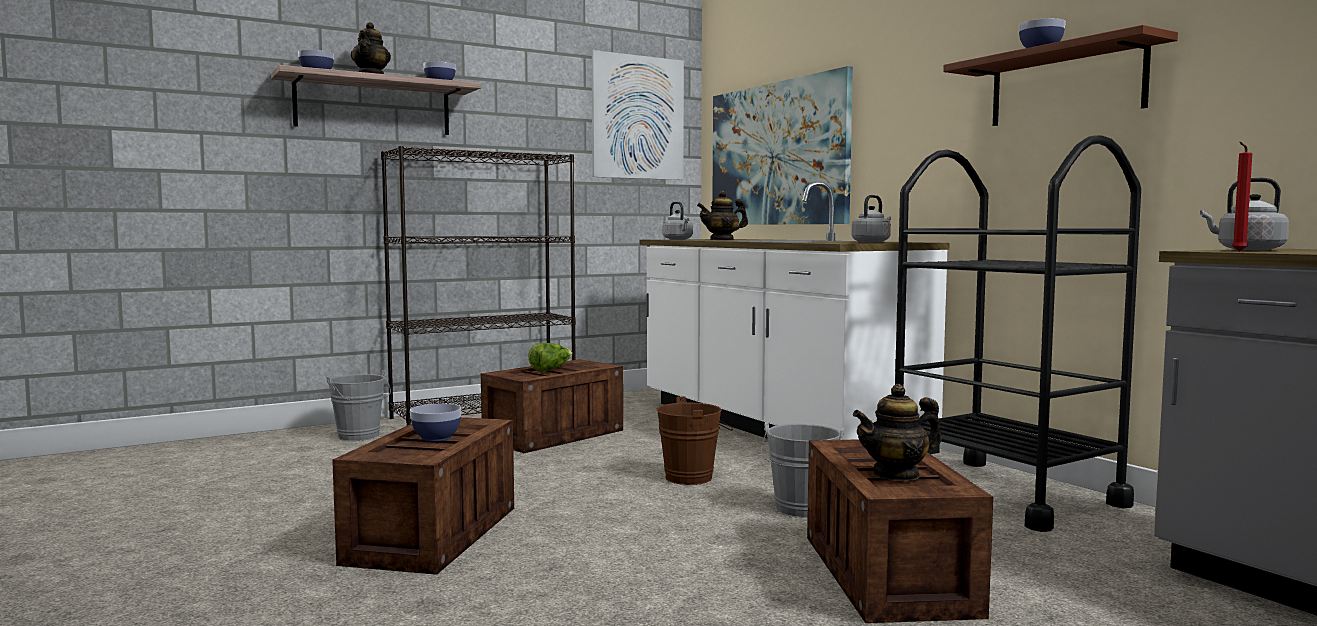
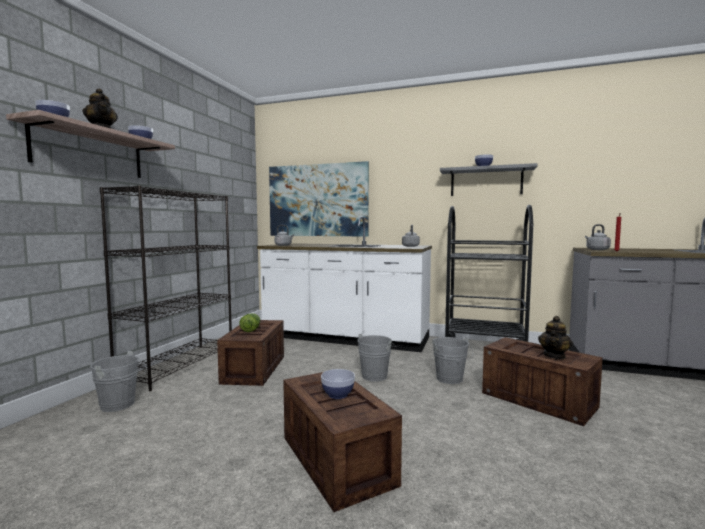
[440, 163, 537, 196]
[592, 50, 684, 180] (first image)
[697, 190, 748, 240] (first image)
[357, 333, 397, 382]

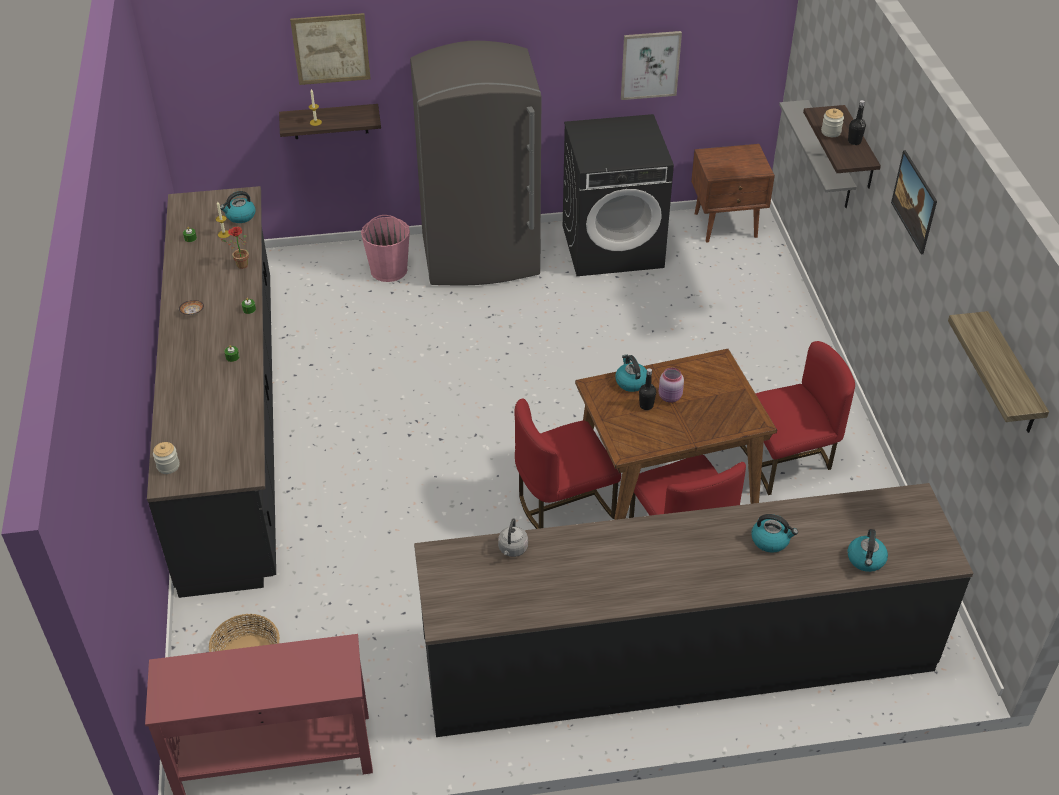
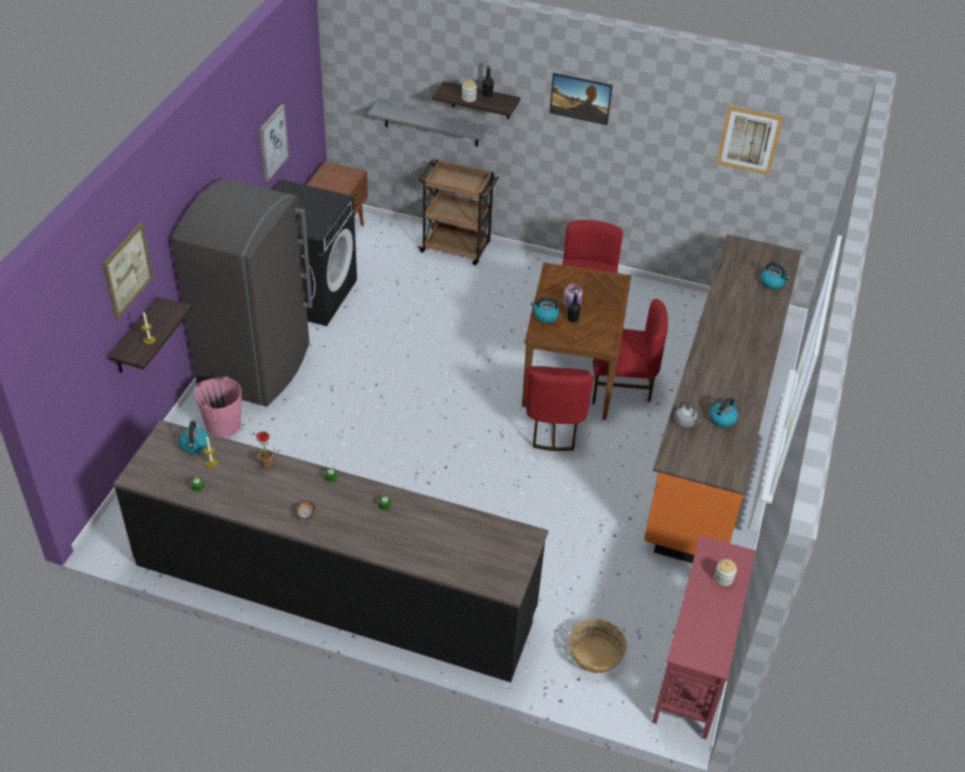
[716, 105, 784, 175]
[714, 559, 737, 586]
[644, 234, 802, 563]
[709, 397, 738, 427]
[418, 159, 499, 265]

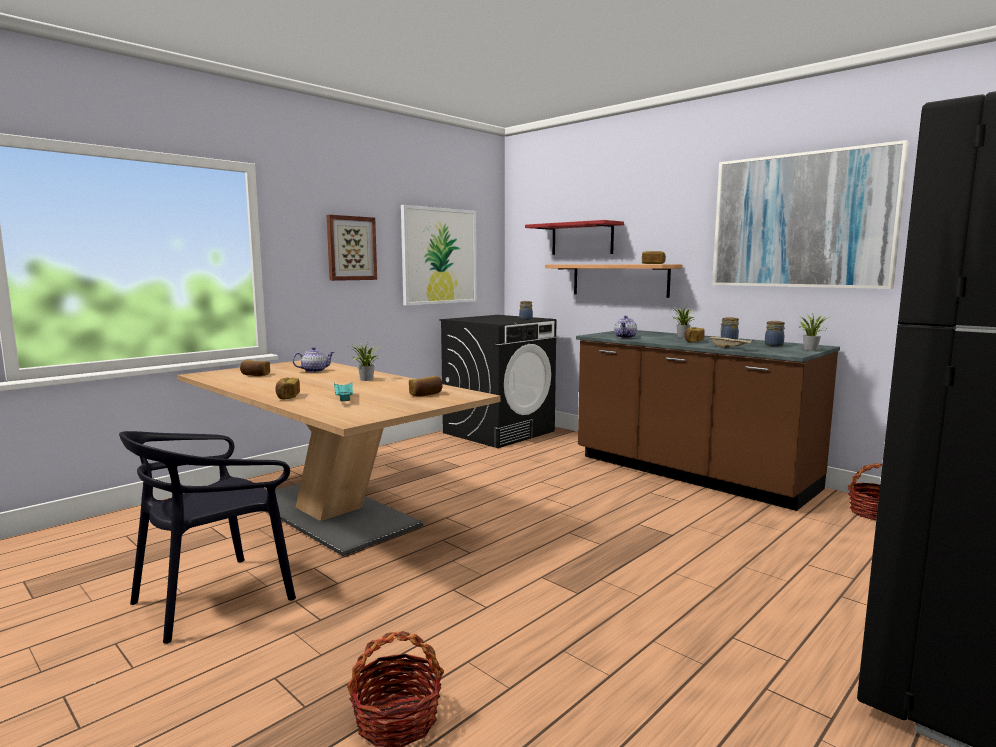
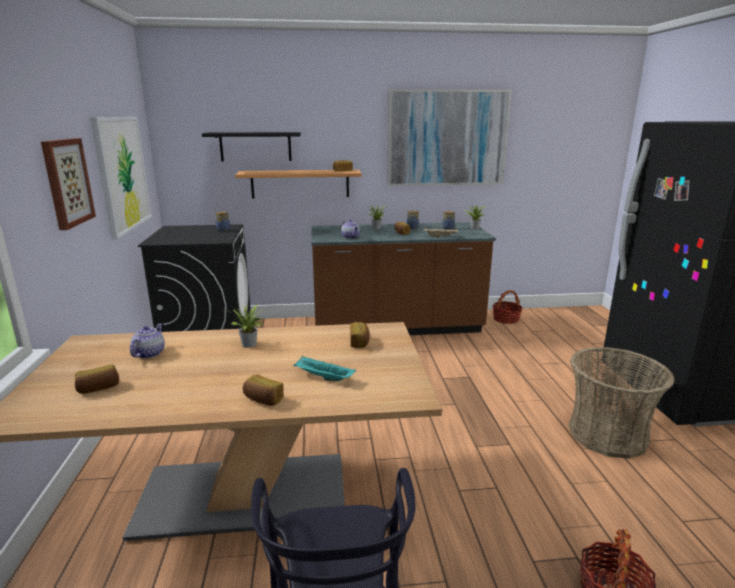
[202, 132, 301, 162]
[569, 347, 675, 459]

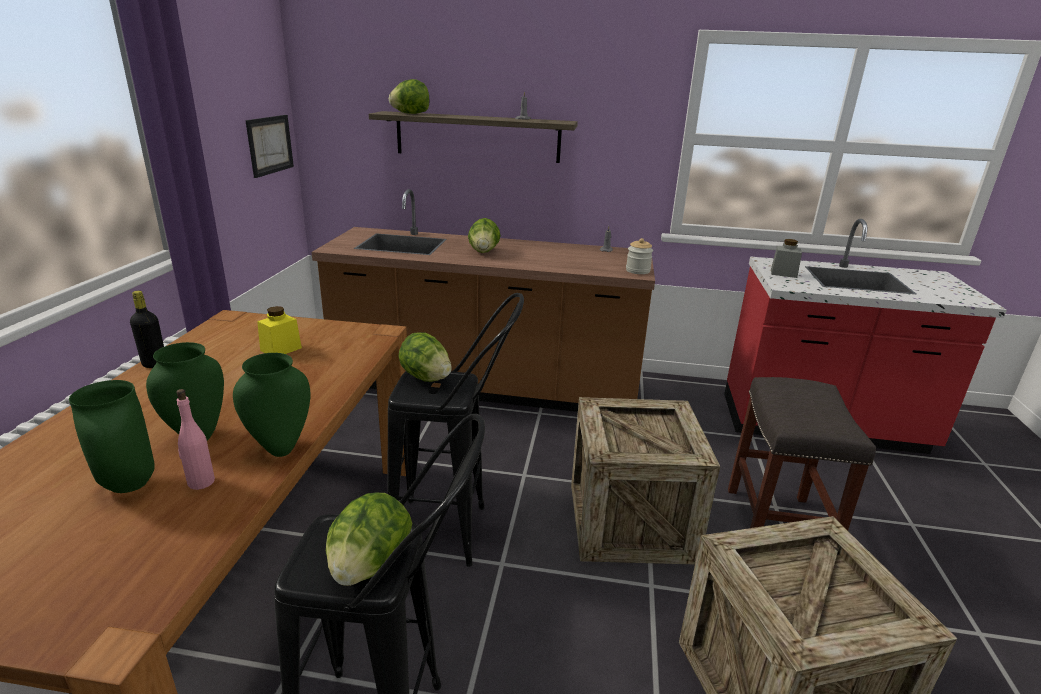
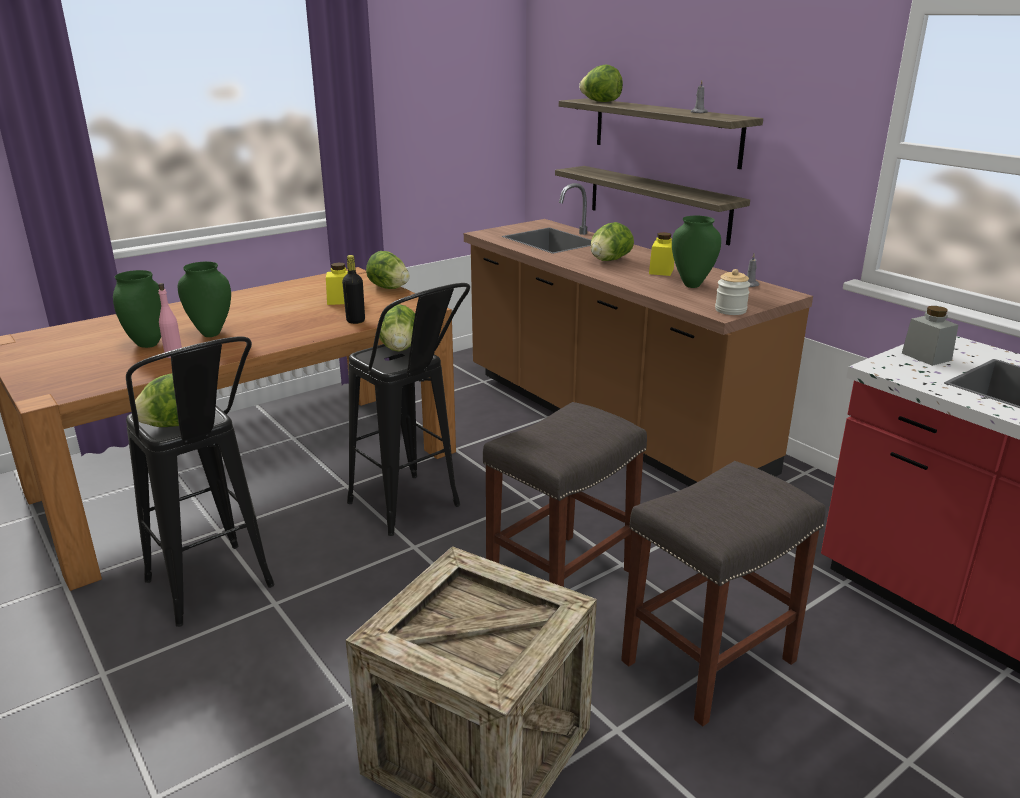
[245, 115, 294, 178] (first image)
[342, 255, 365, 324]
[672, 216, 721, 288]
[483, 402, 647, 587]
[555, 166, 750, 245]
[649, 232, 674, 276]
[366, 251, 410, 289]

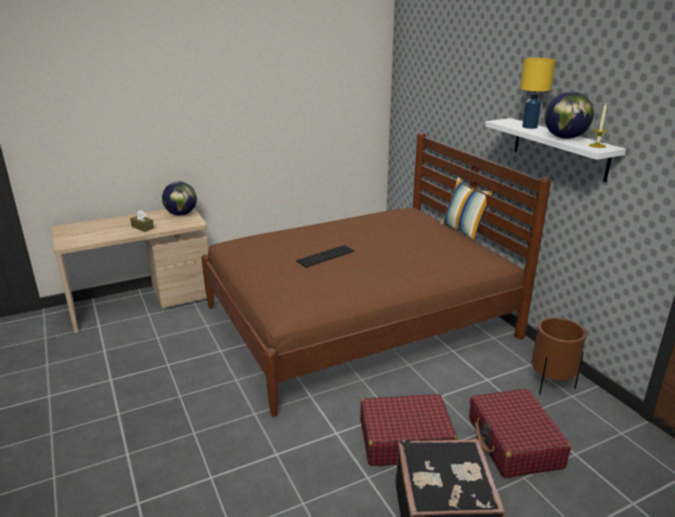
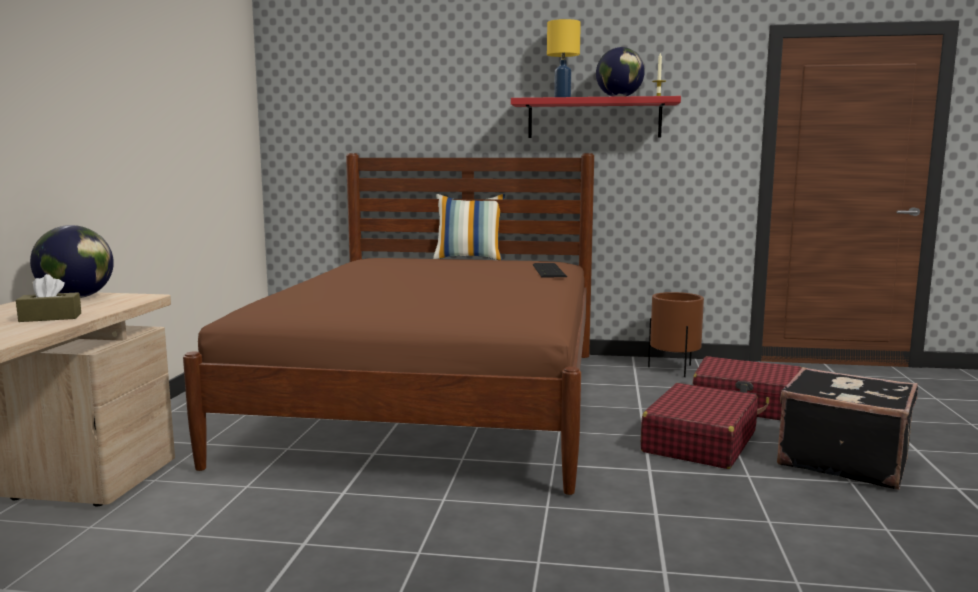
[511, 96, 681, 138]
[533, 263, 567, 277]

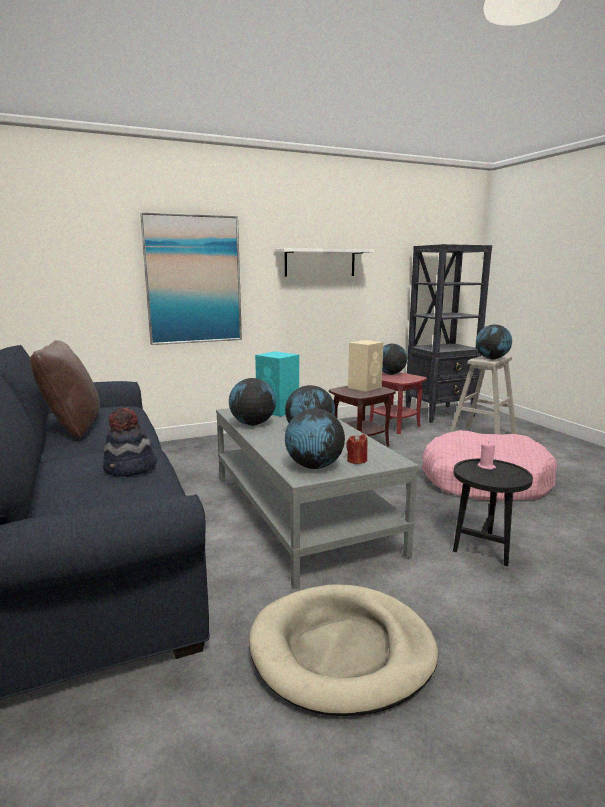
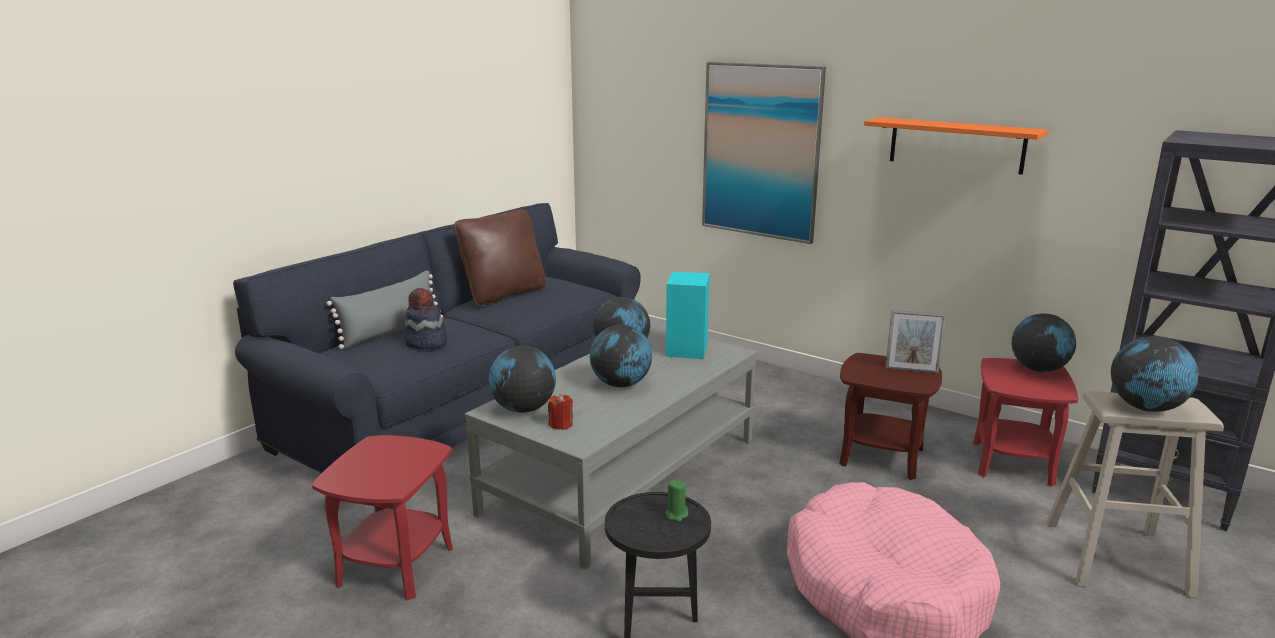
[864, 117, 1048, 175]
[885, 310, 946, 373]
[665, 480, 688, 522]
[312, 435, 453, 600]
[327, 270, 443, 349]

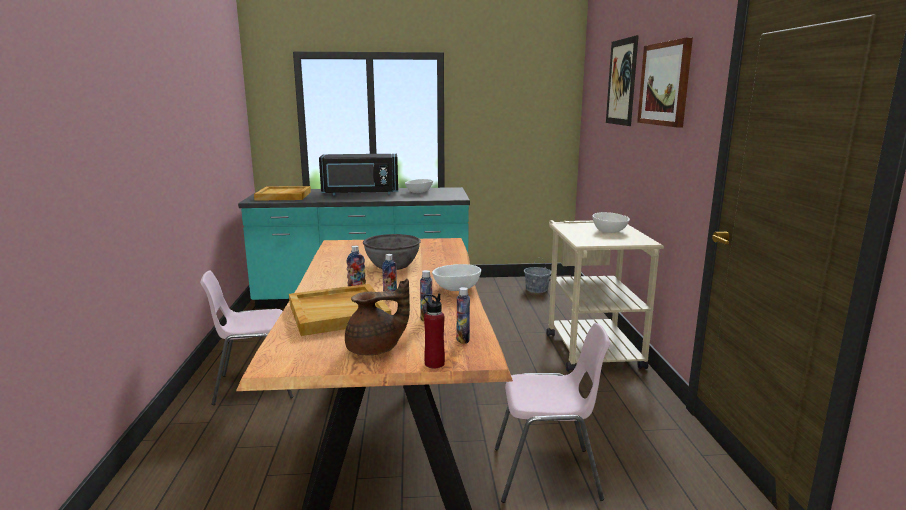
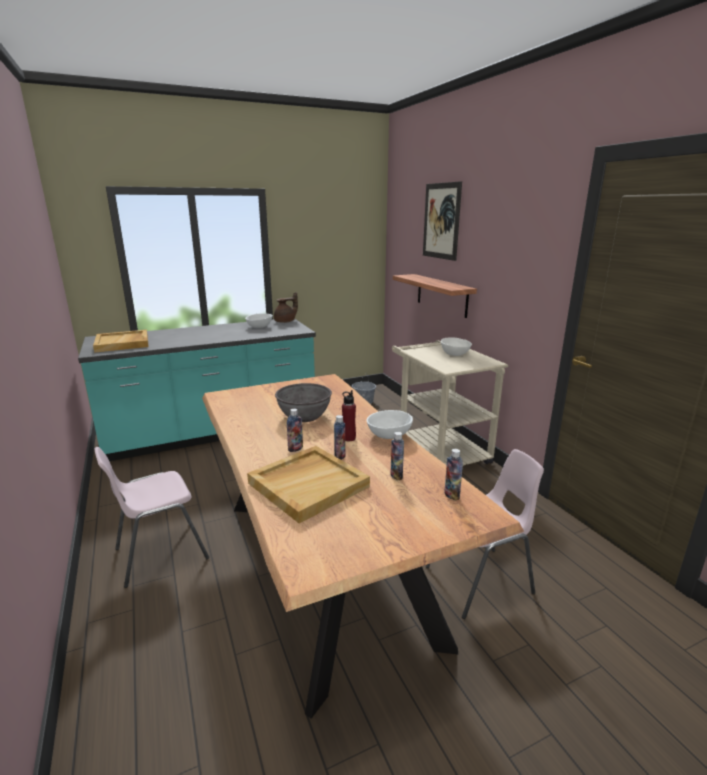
[637, 37, 693, 128] (first image)
[319, 154, 398, 195] (first image)
[274, 292, 298, 323]
[342, 390, 356, 441]
[393, 274, 477, 318]

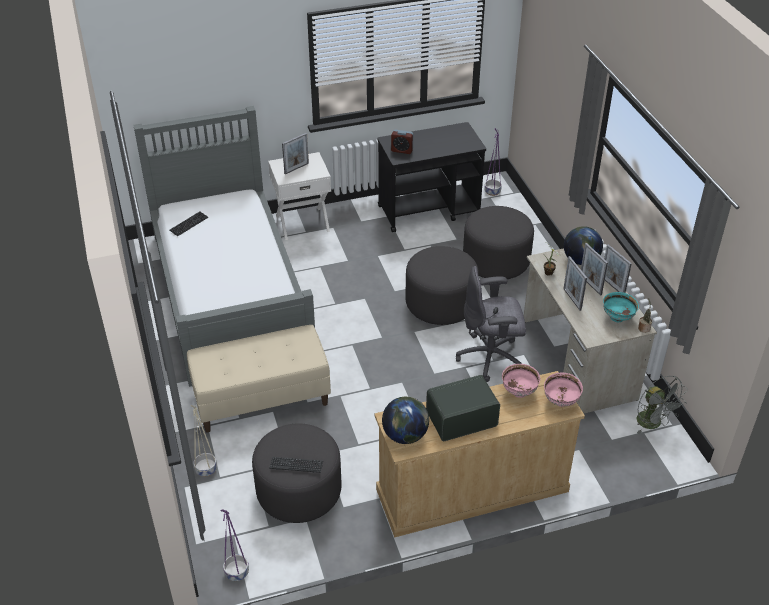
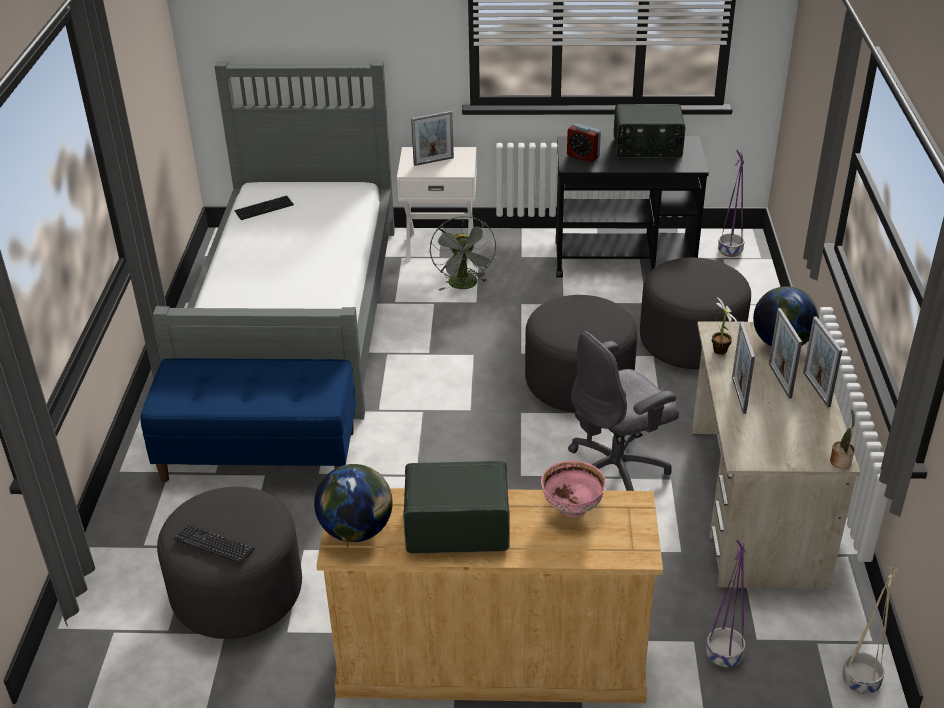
[568, 331, 679, 491]
[603, 292, 639, 322] (first image)
[140, 358, 356, 482]
[544, 373, 583, 407] (first image)
[430, 216, 496, 291]
[842, 567, 898, 694]
[706, 540, 746, 667]
[614, 104, 685, 158]

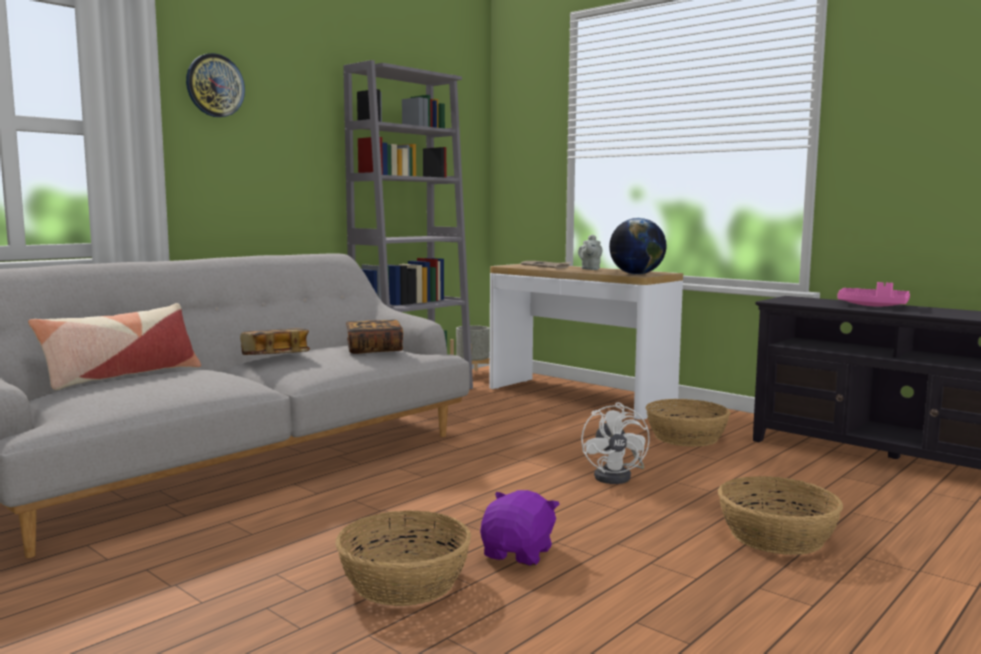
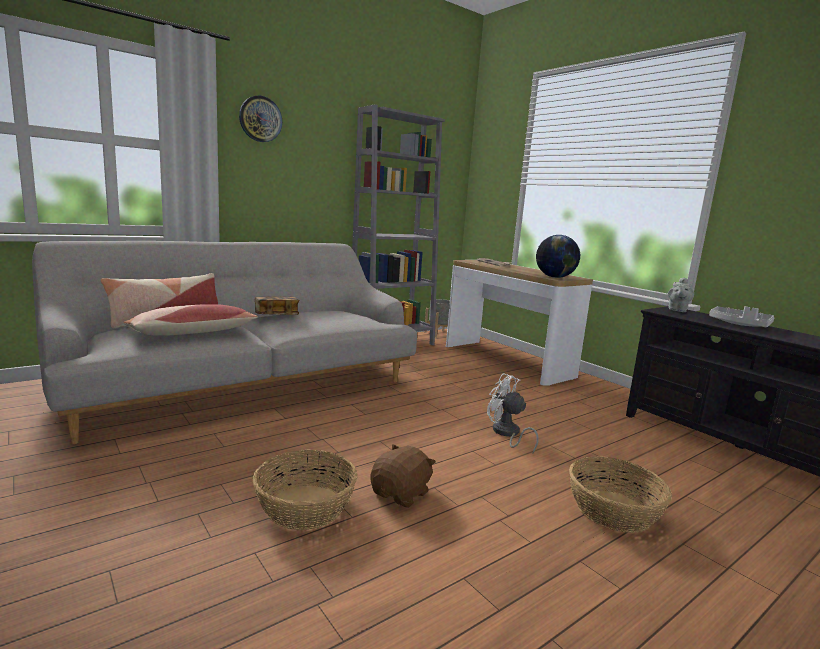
[668, 277, 694, 312]
[709, 306, 774, 327]
[346, 320, 403, 354] (first image)
[646, 399, 730, 447] (first image)
[487, 373, 539, 455]
[370, 444, 436, 508]
[123, 304, 258, 336]

